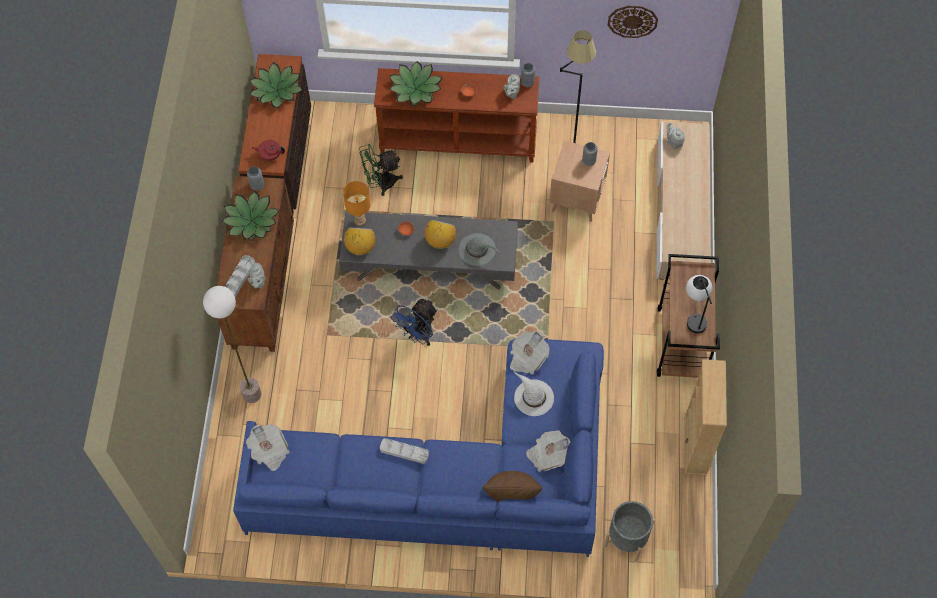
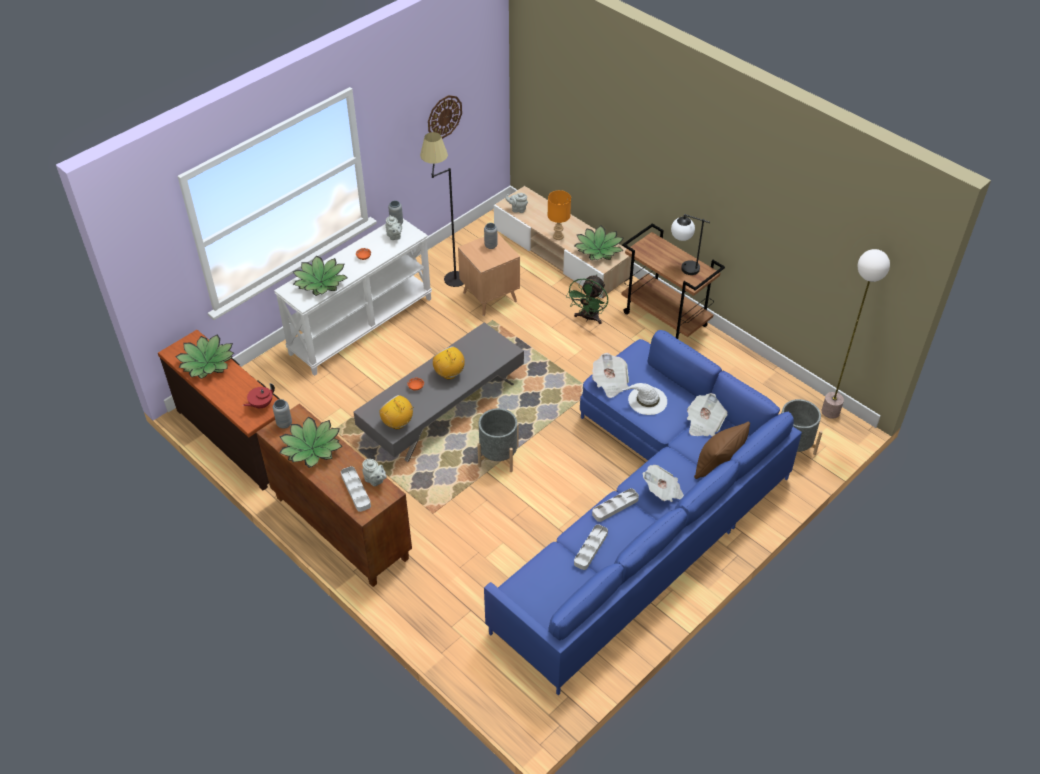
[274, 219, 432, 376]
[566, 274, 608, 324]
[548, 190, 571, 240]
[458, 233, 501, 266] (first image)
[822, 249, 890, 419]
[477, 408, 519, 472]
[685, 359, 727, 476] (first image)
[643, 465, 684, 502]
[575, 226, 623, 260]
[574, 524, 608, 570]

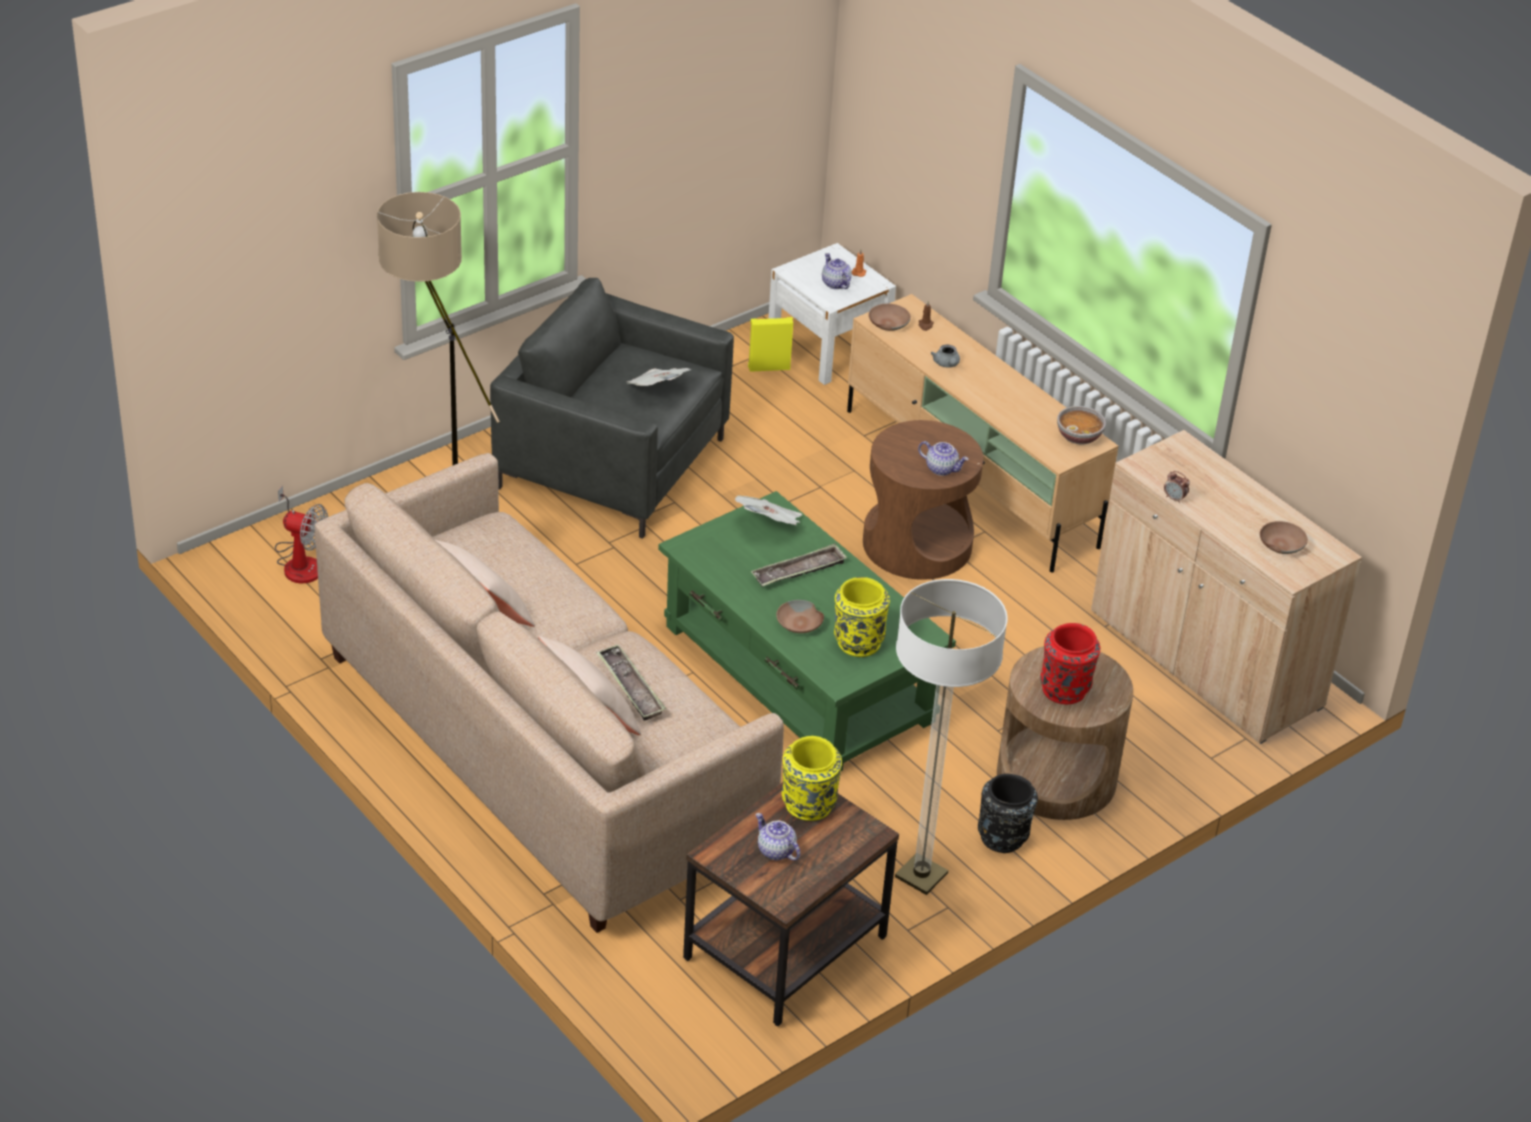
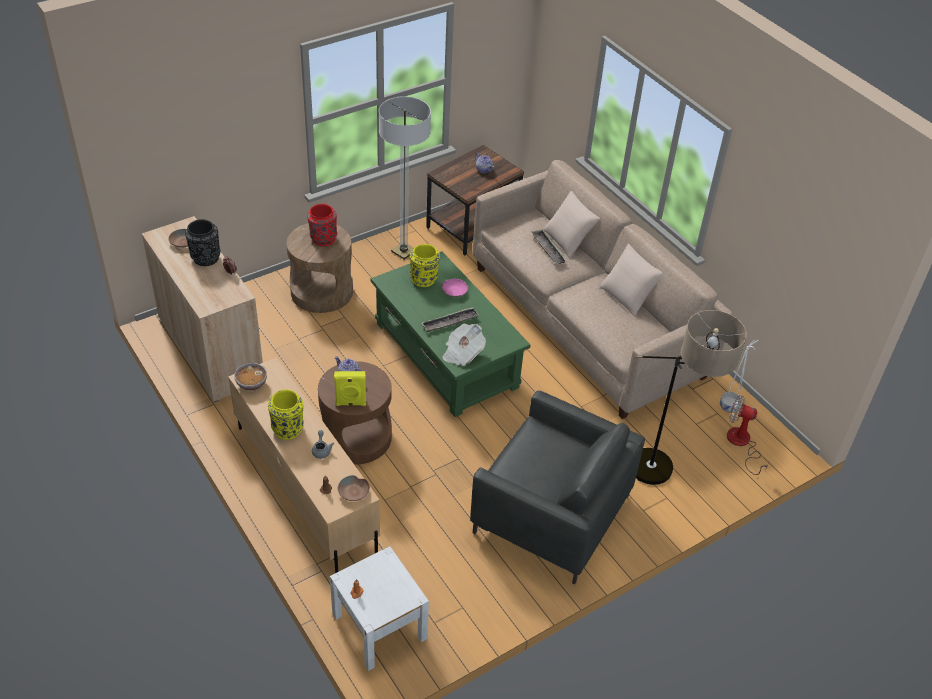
[822, 253, 852, 289] (first image)
[334, 371, 366, 406]
[627, 368, 691, 386] (first image)
[442, 279, 468, 297]
[268, 389, 304, 440]
[185, 219, 221, 266]
[720, 339, 758, 413]

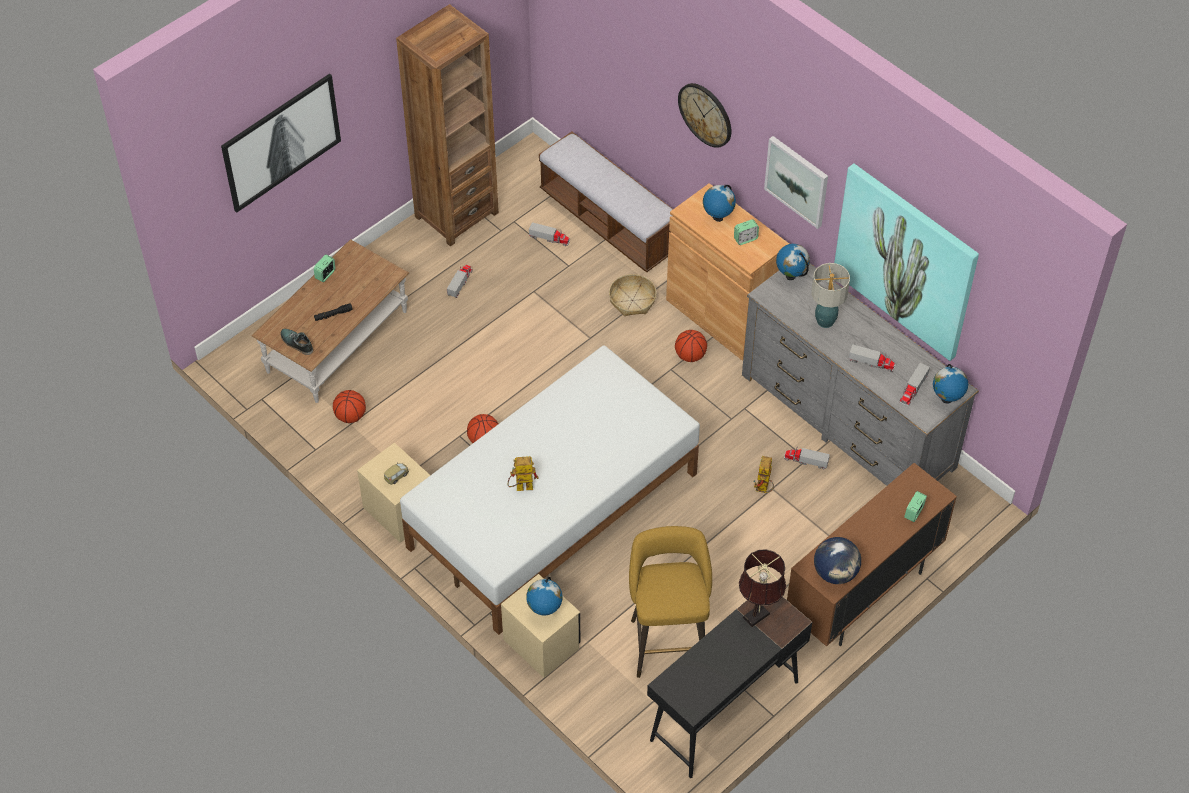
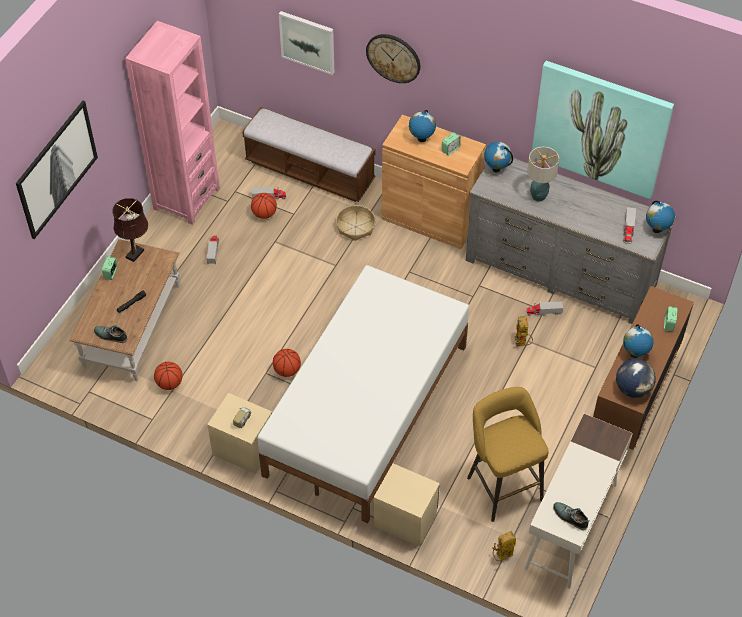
[125, 21, 220, 225]
[279, 11, 334, 75]
[251, 193, 277, 219]
[849, 344, 895, 372] (first image)
[492, 531, 516, 561]
[112, 198, 149, 262]
[623, 324, 654, 358]
[524, 414, 633, 589]
[553, 502, 589, 530]

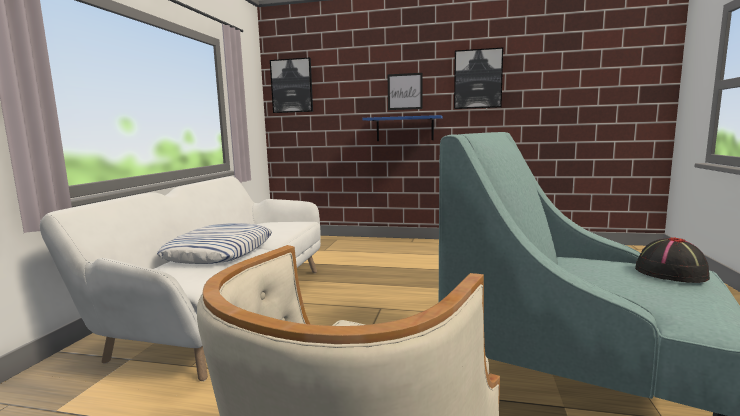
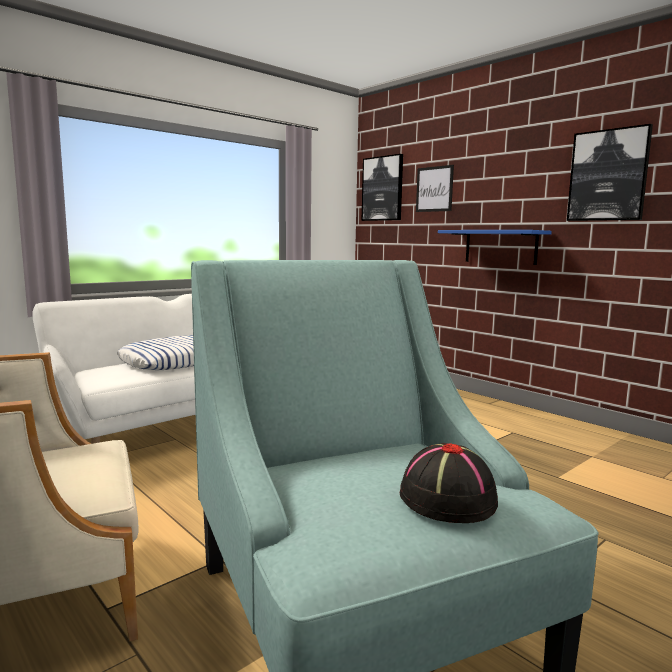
[416, 165, 454, 212]

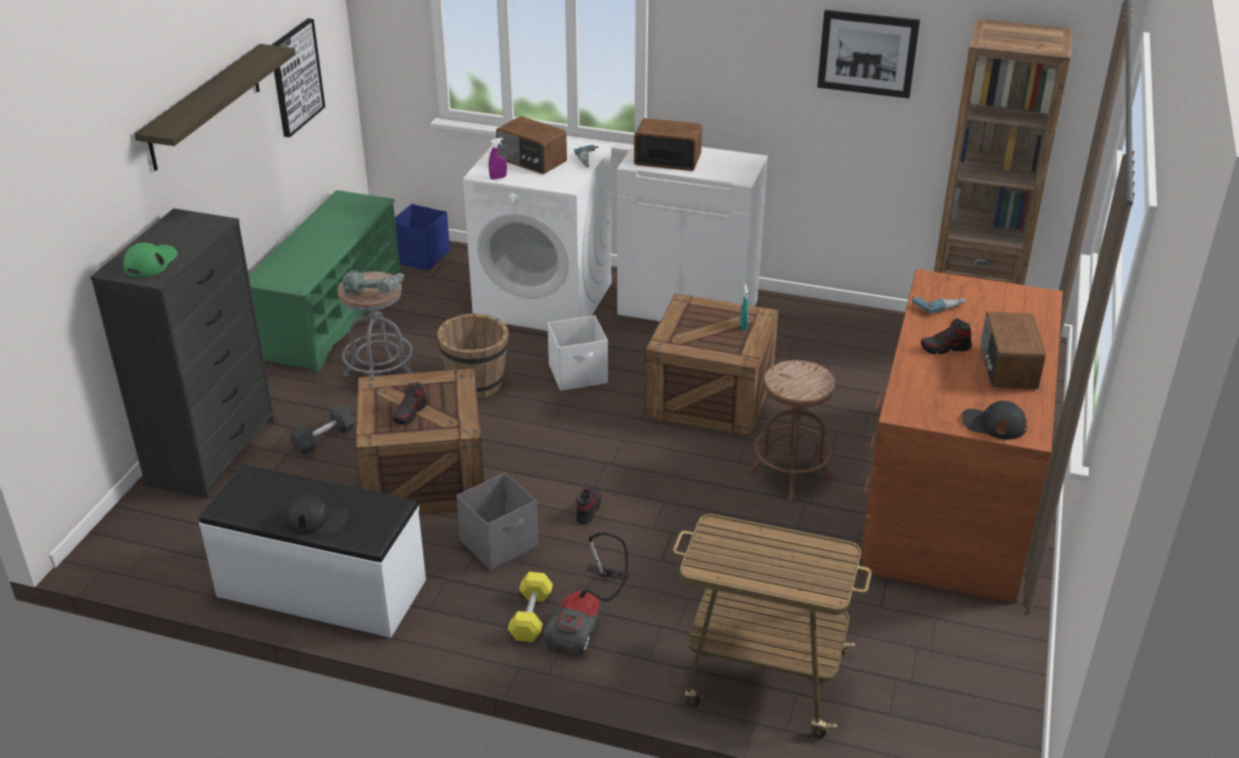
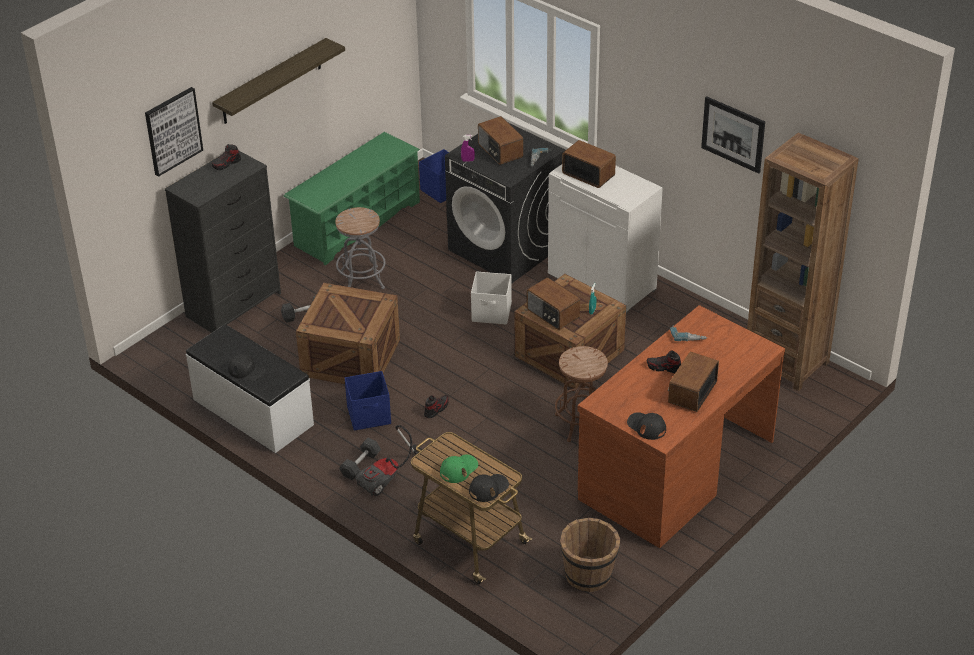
[145, 87, 203, 177]
[445, 123, 566, 284]
[440, 455, 478, 483]
[342, 270, 405, 294] (first image)
[560, 518, 620, 592]
[211, 144, 241, 170]
[345, 371, 391, 431]
[339, 438, 381, 480]
[527, 277, 580, 330]
[469, 474, 509, 502]

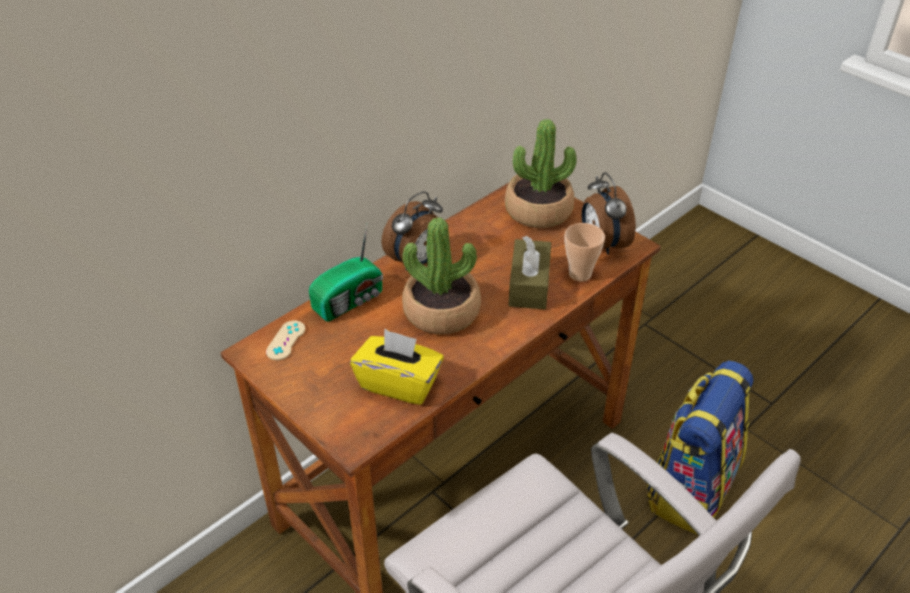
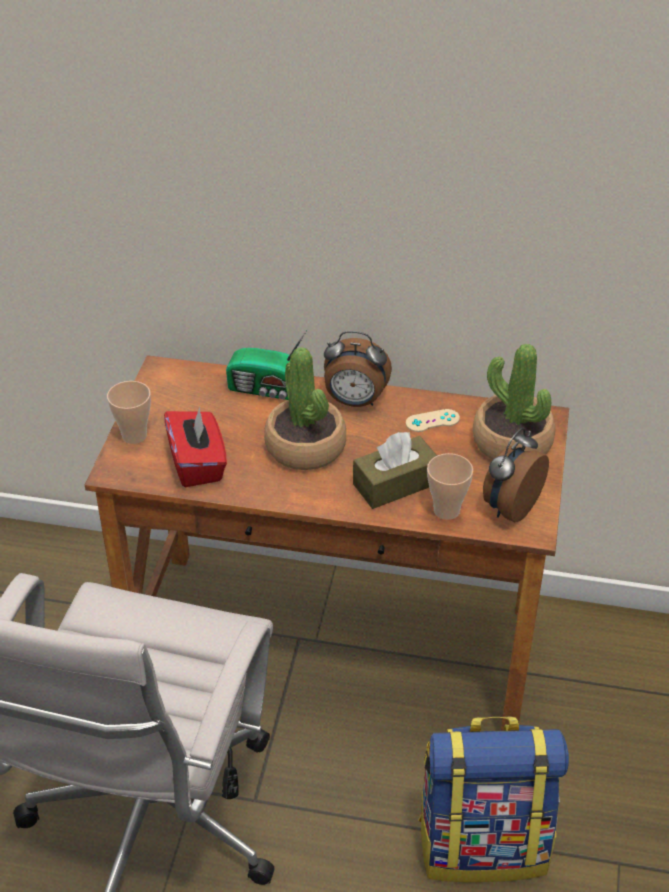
[406, 409, 460, 432]
[164, 407, 227, 487]
[107, 381, 151, 444]

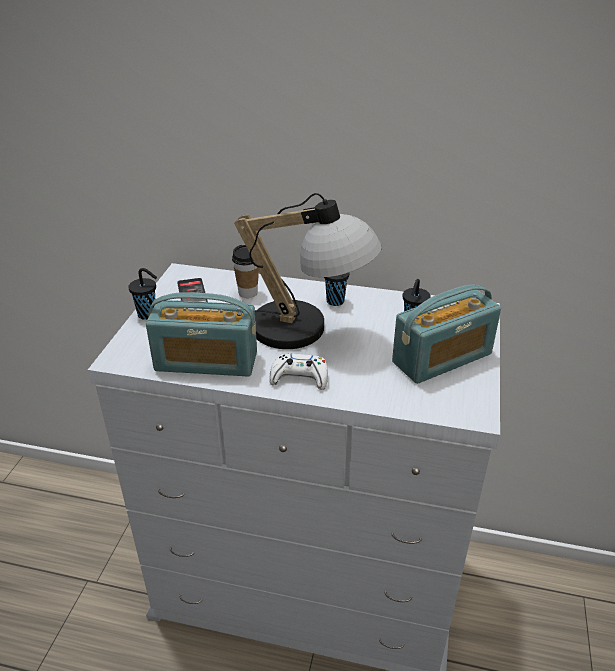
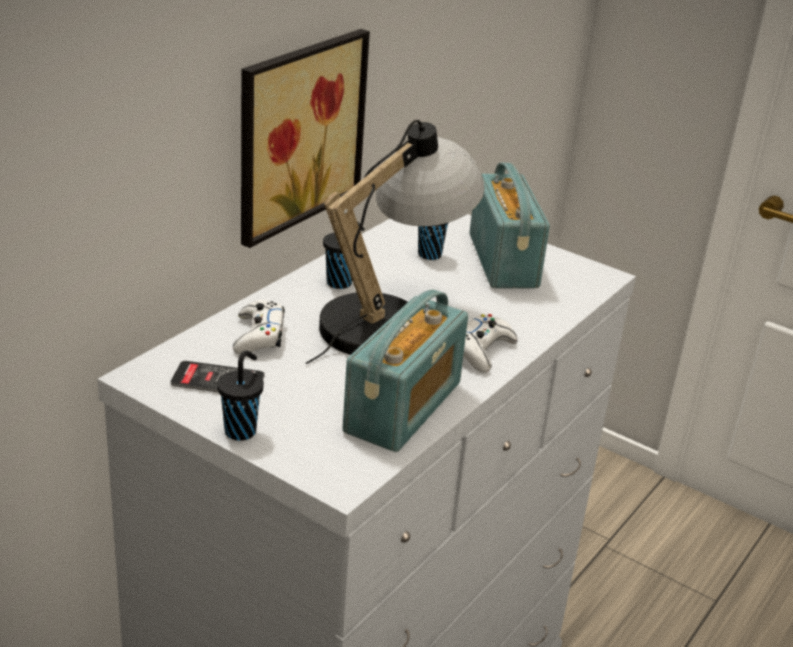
[233, 300, 285, 354]
[241, 29, 370, 248]

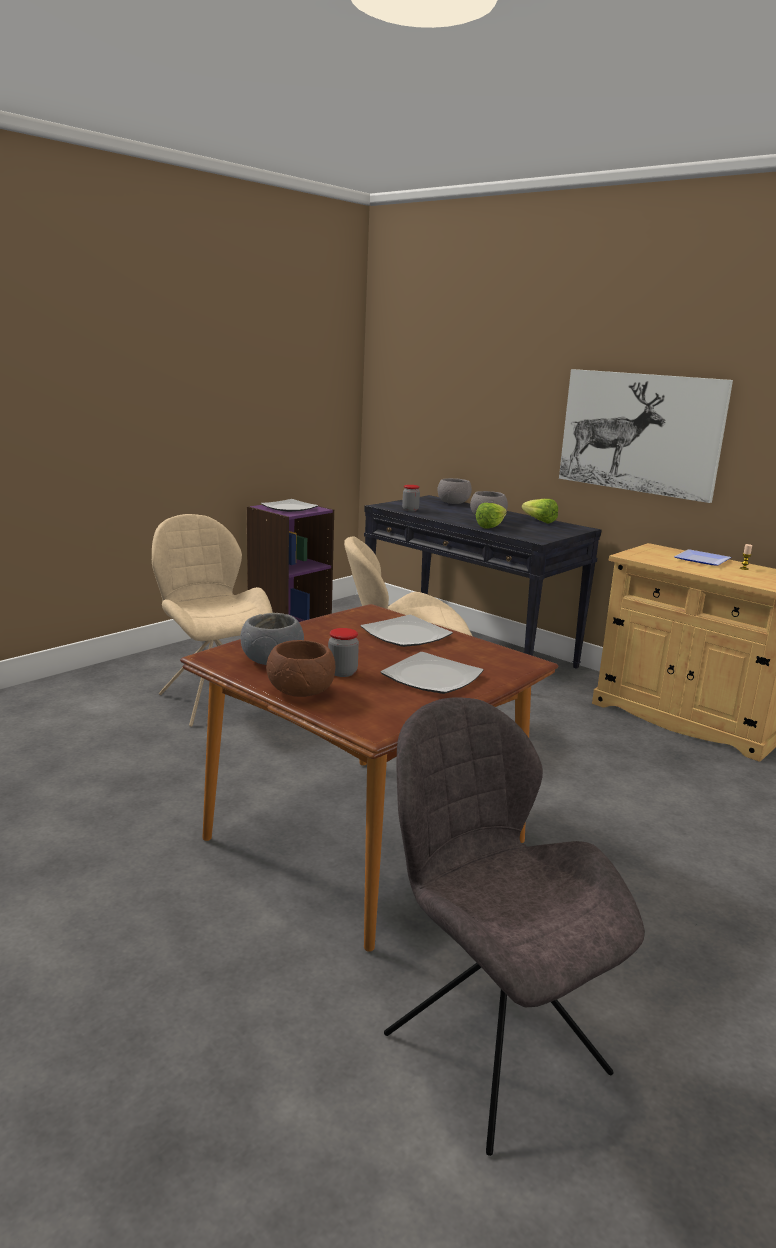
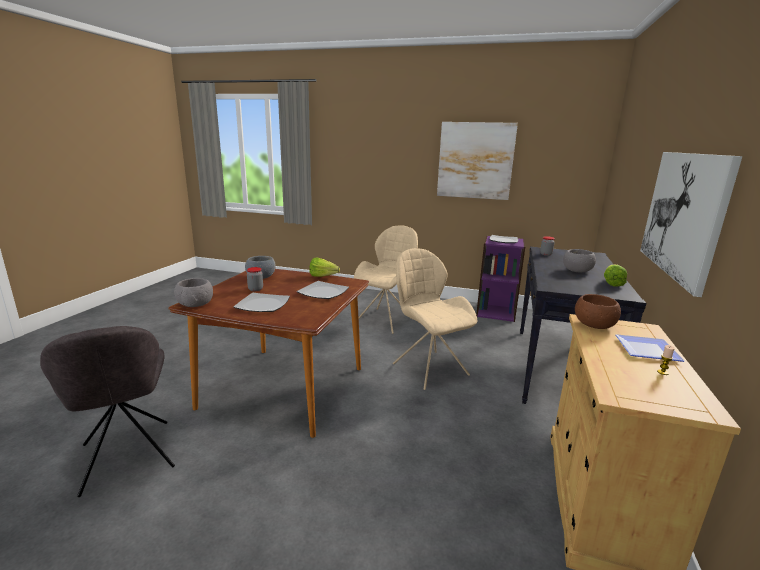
[174, 278, 213, 307]
[310, 258, 340, 277]
[575, 294, 621, 329]
[40, 326, 175, 497]
[437, 122, 518, 200]

